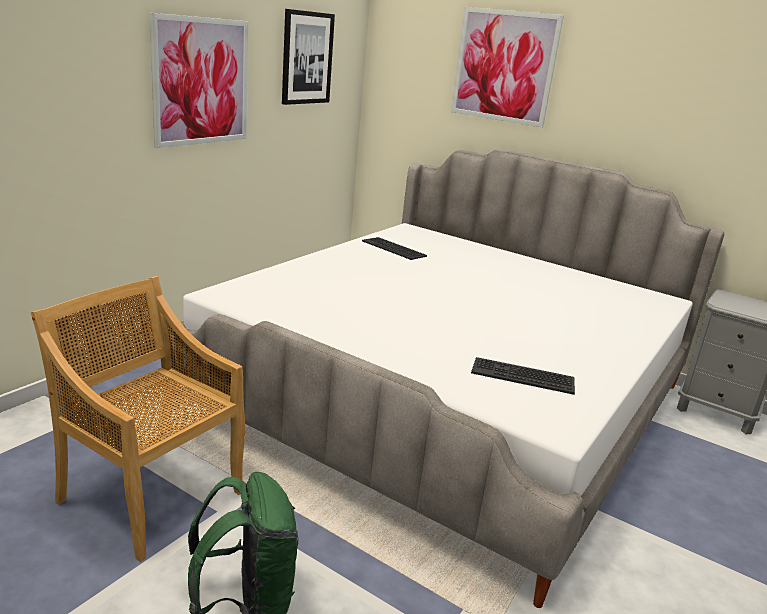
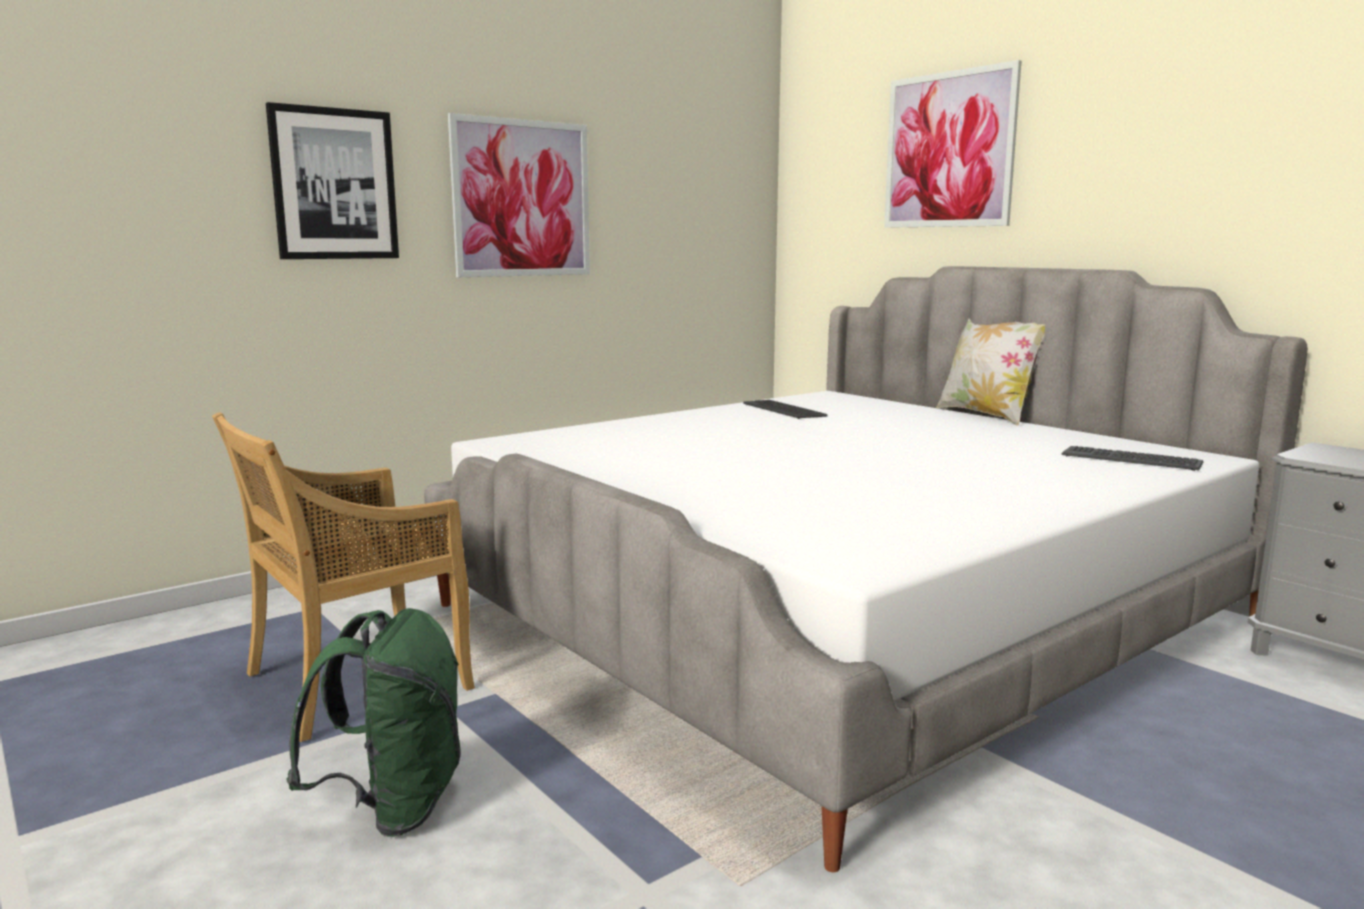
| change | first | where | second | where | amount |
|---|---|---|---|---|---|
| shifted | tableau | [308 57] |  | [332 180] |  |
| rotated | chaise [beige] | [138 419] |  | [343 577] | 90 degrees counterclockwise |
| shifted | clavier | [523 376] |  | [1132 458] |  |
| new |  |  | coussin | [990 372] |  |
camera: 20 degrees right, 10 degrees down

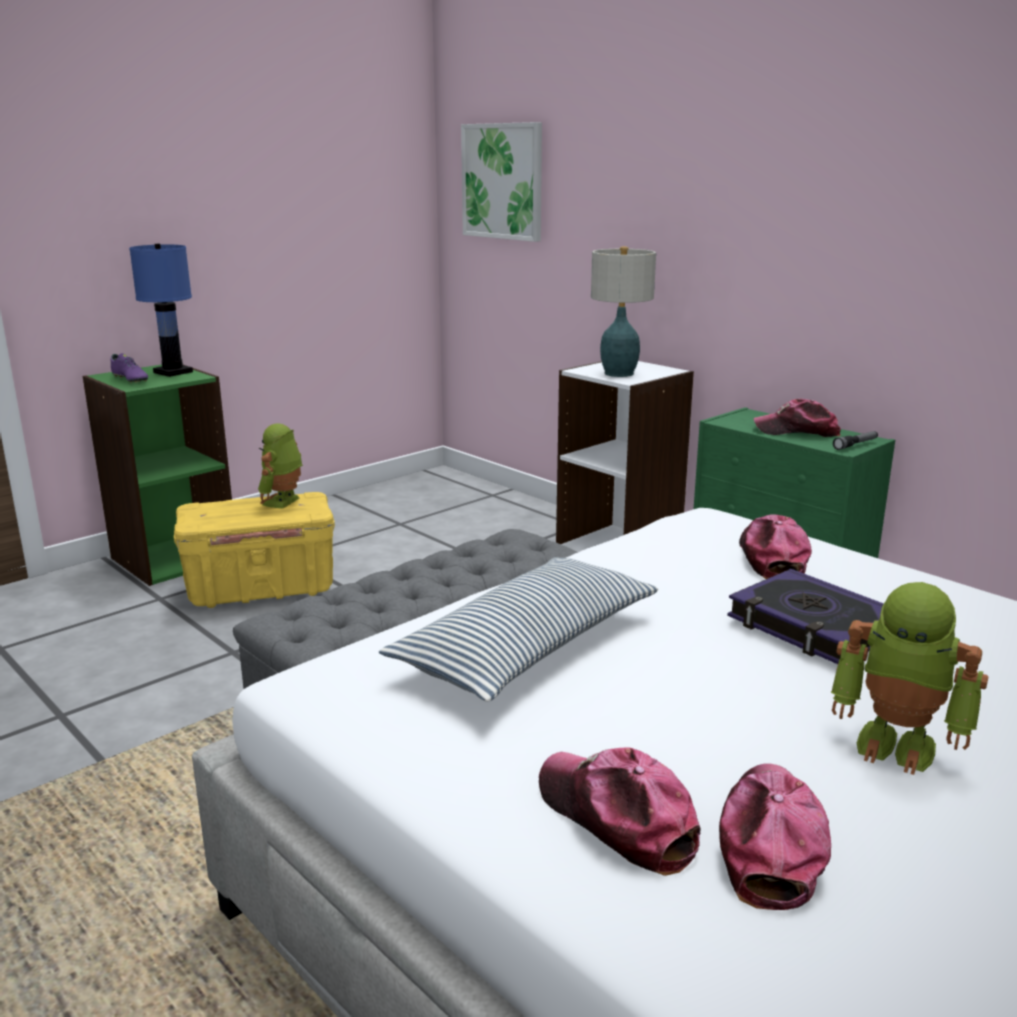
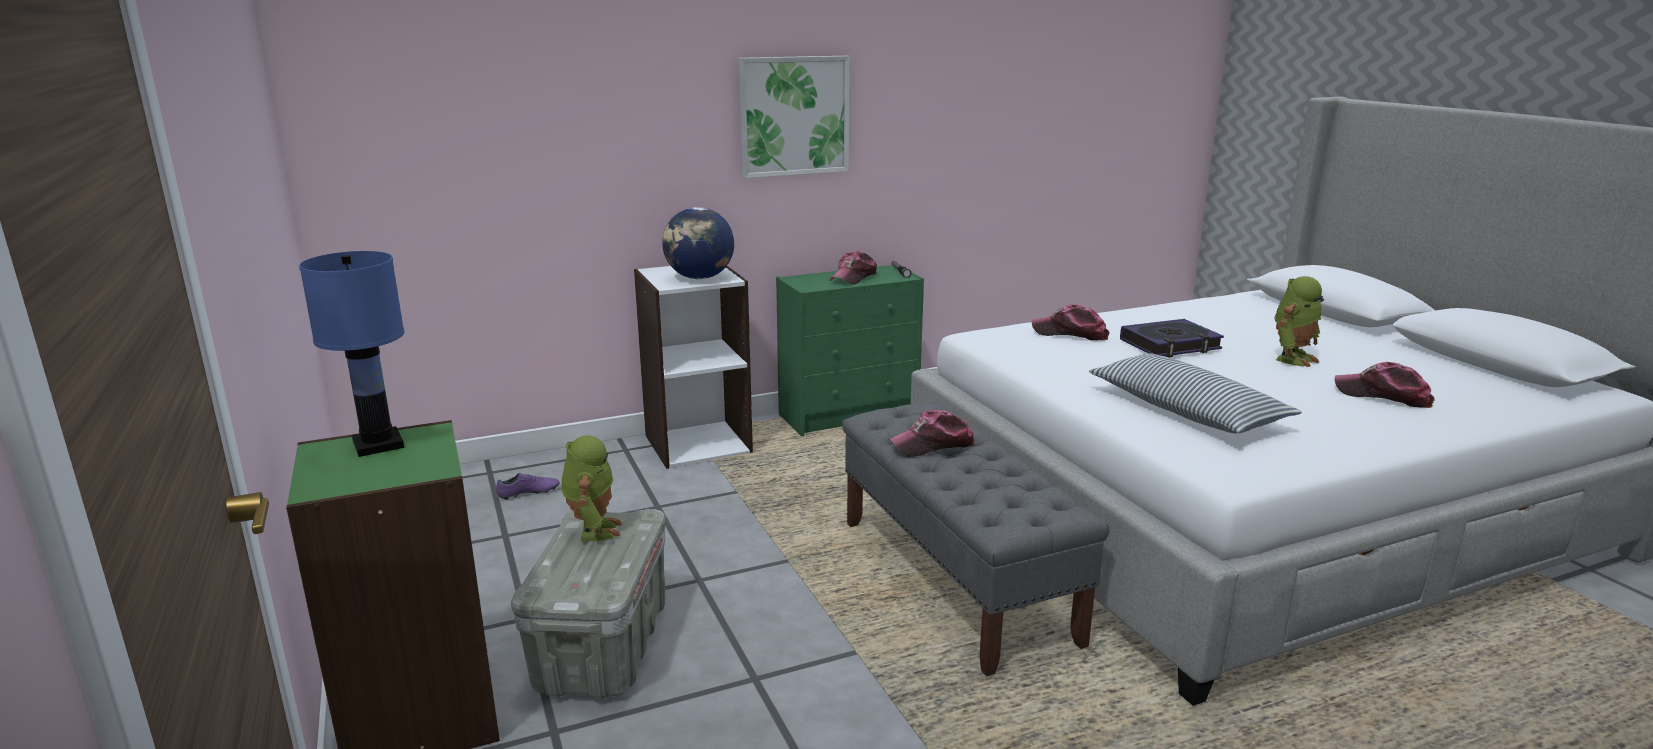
| change | first | where | second | where | amount |
|---|---|---|---|---|---|
| shifted | tableau | [501 182] |  | [794 117] |  |
| swapped | lampe de table | [623 312] | globe | [698 243] |  |
| shifted | chaussure [violet] | [129 368] |  | [528 486] |  |
| rotated | robot jouet | [280 466] |  | [591 488] | 135 degrees counterclockwise |
| repainted | boîte de rangement [jaune] | [254 550] | boîte de rangement [gris] | [588 604] |  |
| shifted | casquette | [620 812] |  | [932 433] |  |
camera: 70 degrees left, 0 degrees up

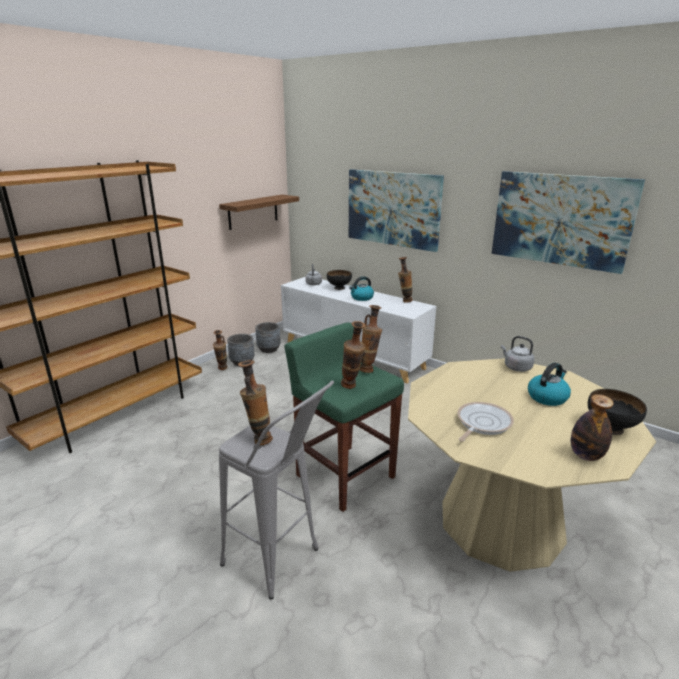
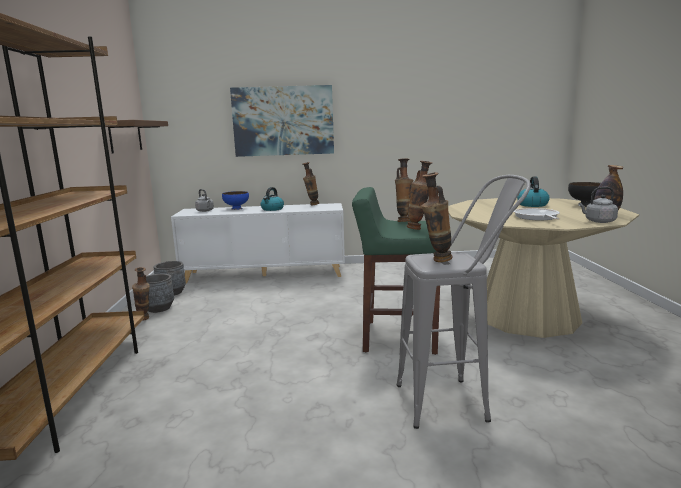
| change | first | where | second | where | amount |
|---|---|---|---|---|---|
| gone | tableau | [568 222] |  |  |  |
| repainted | bol [noir] | [339 280] | bol [bleu] | [235 200] |  |
| shifted | bouilloire [gris] | [517 354] |  | [598 205] |  |
camera: 40 degrees left, 10 degrees down

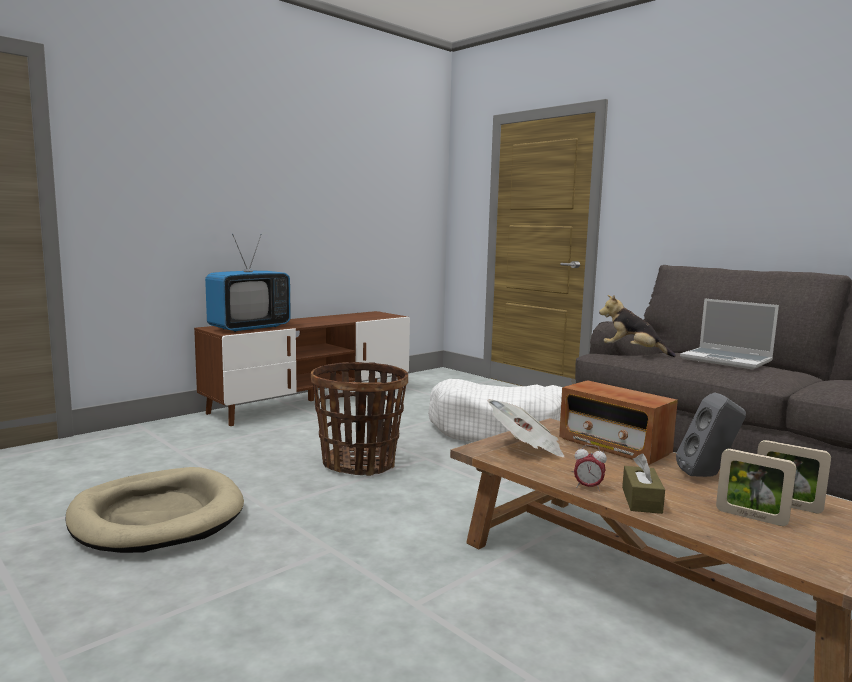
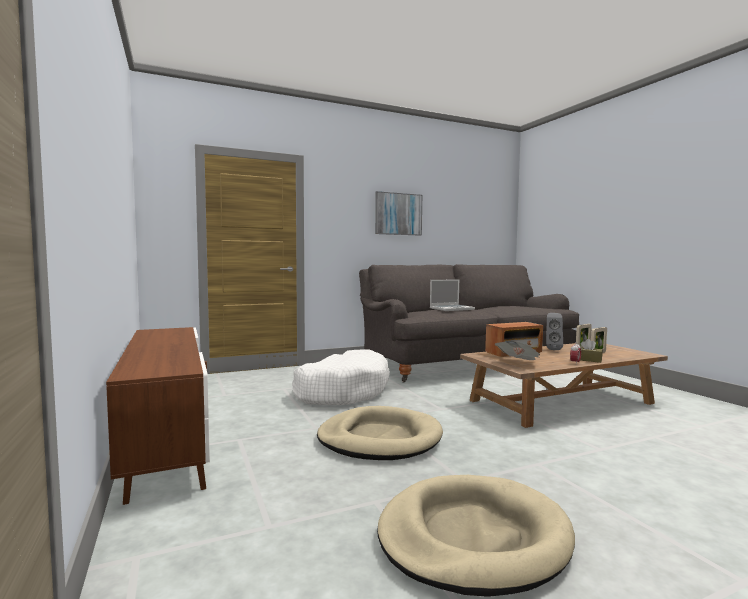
| change | first | where | second | where | amount |
|---|---|---|---|---|---|
| gone | téléviseur | [248 283] |  |  |  |
| gone | peluche | [637 326] |  |  |  |
| swapped | panier | [359 419] | panier pour chien [beige] | [380 433] |  |
| new |  |  | tableau | [398 213] |  |
camera: 70 degrees left, 5 degrees down

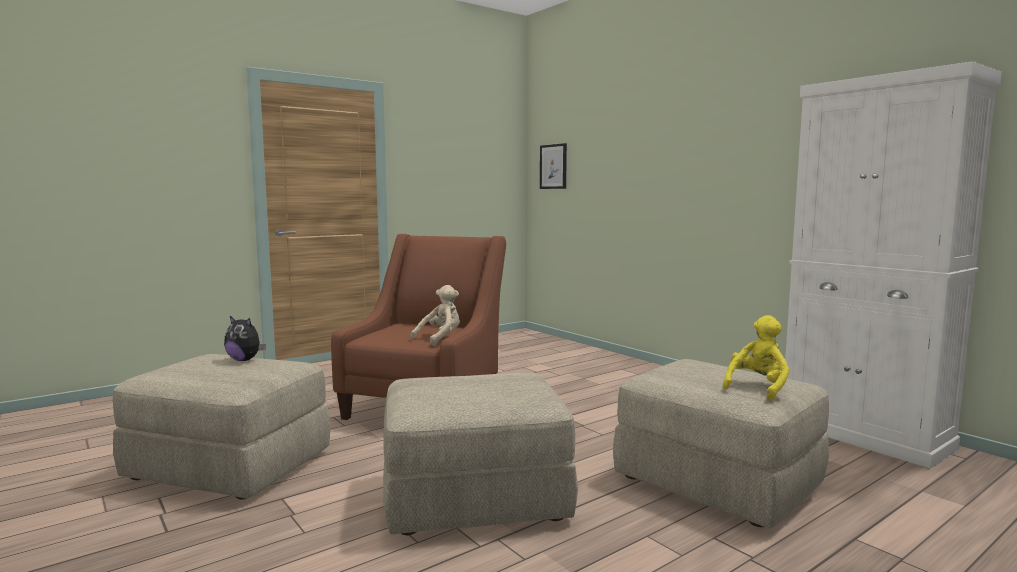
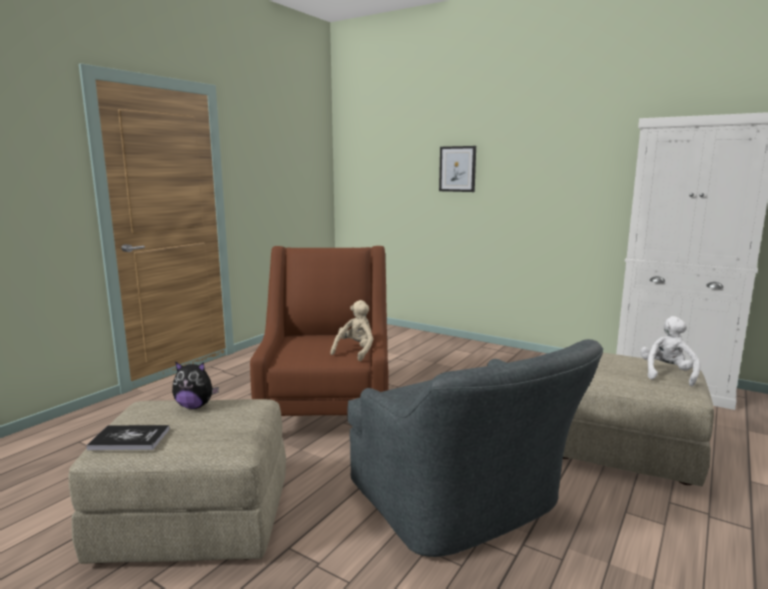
| change | first | where | second | where | amount |
|---|---|---|---|---|---|
| shifted | tableau | [553 166] |  | [457 169] |  |
| repainted | peluche [jaune] | [756 358] | peluche [blanc] | [670 351] |  |
| swapped | pouf [beige] | [480 453] | fauteuil [gris] | [475 448] |  |
| new |  |  | livre | [128 437] |  |
camera: 20 degrees left, 5 degrees up

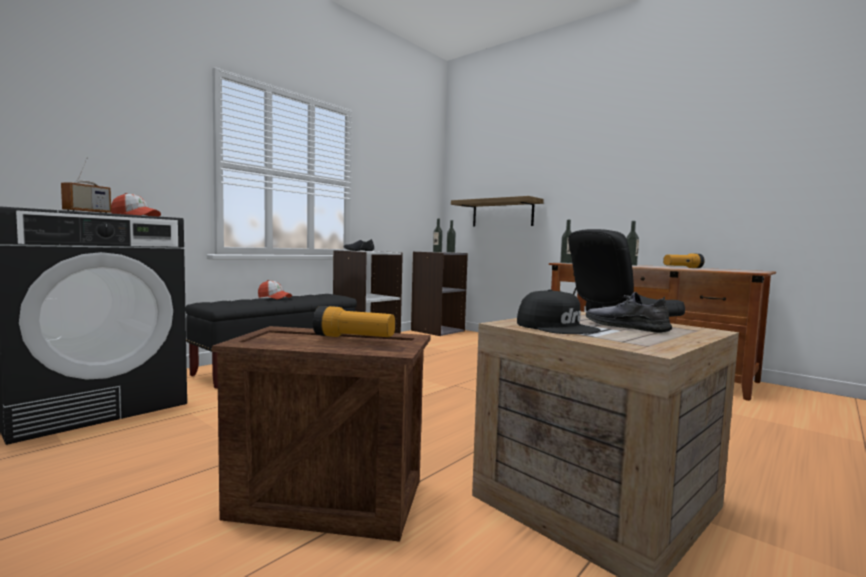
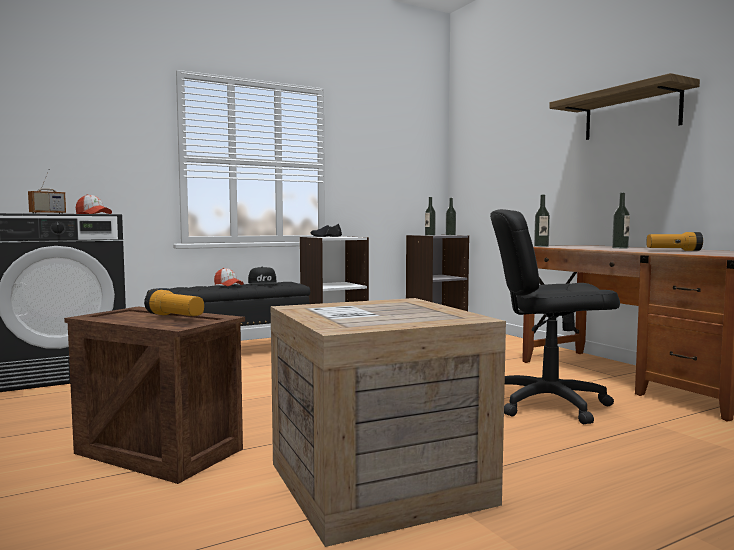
| change | first | where | second | where | amount |
|---|---|---|---|---|---|
| shifted | étagère | [497 211] |  | [624 106] |  |
| shifted | casquette [noir] | [558 311] |  | [263 276] |  |
| gone | chaussure [gris] | [629 312] |  |  |  |
camera: 20 degrees right, 0 degrees up

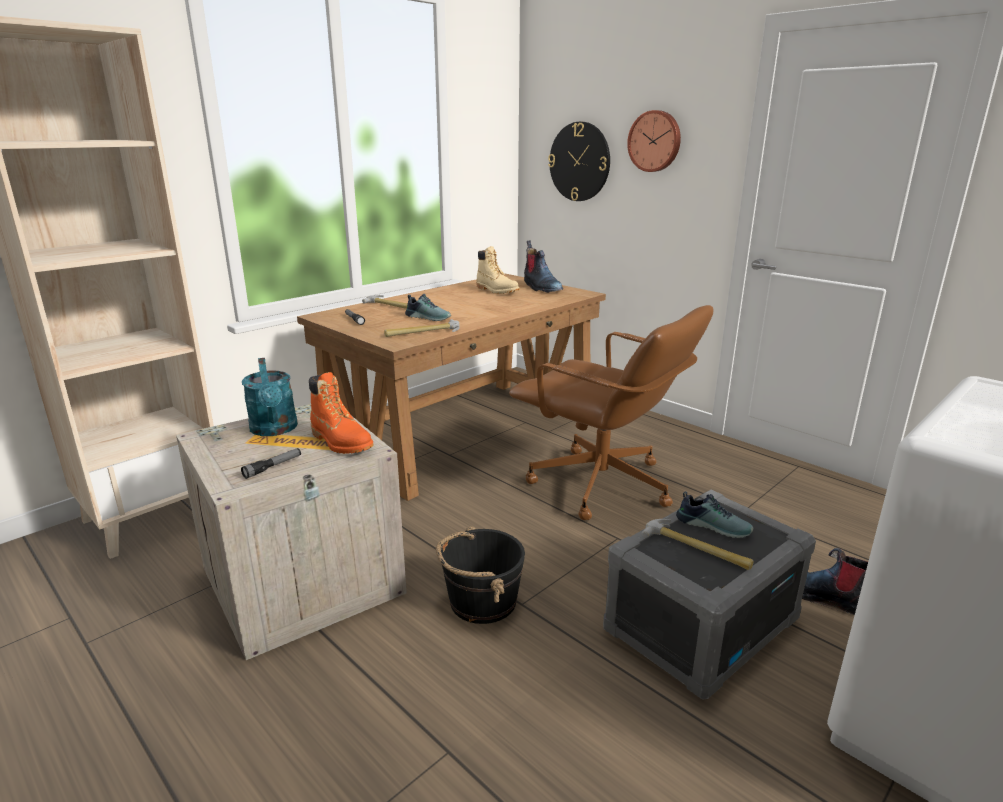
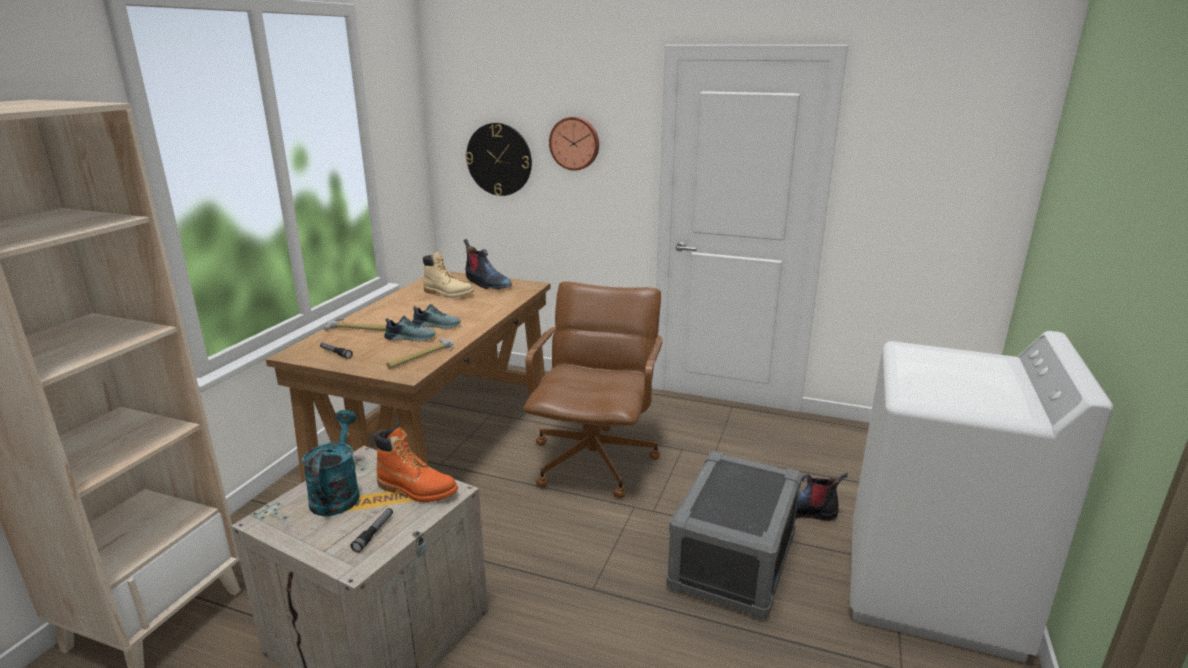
| change | first | where | second | where | amount |
|---|---|---|---|---|---|
| rotated | chaise de bureau [marron] | [611 412] |  | [593 390] | 90 degrees counterclockwise |
| rotated | arrosoir [turquoise] | [270 397] |  | [331 463] | 135 degrees counterclockwise |
| shifted | chaussure | [714 514] |  | [436 316] |  |
| gone | marteau | [698 544] |  |  |  |
| gone | seau [noir] | [480 575] |  |  |  |
camera: 25 degrees left, 0 degrees up

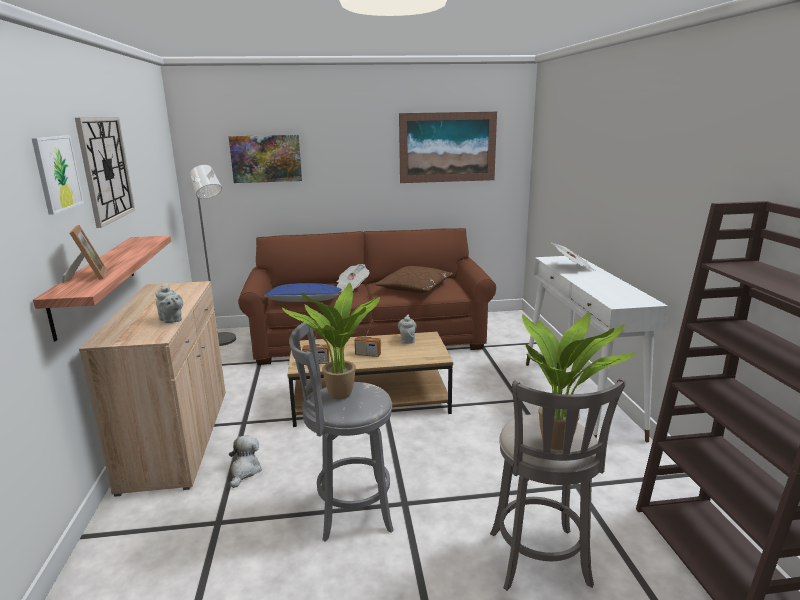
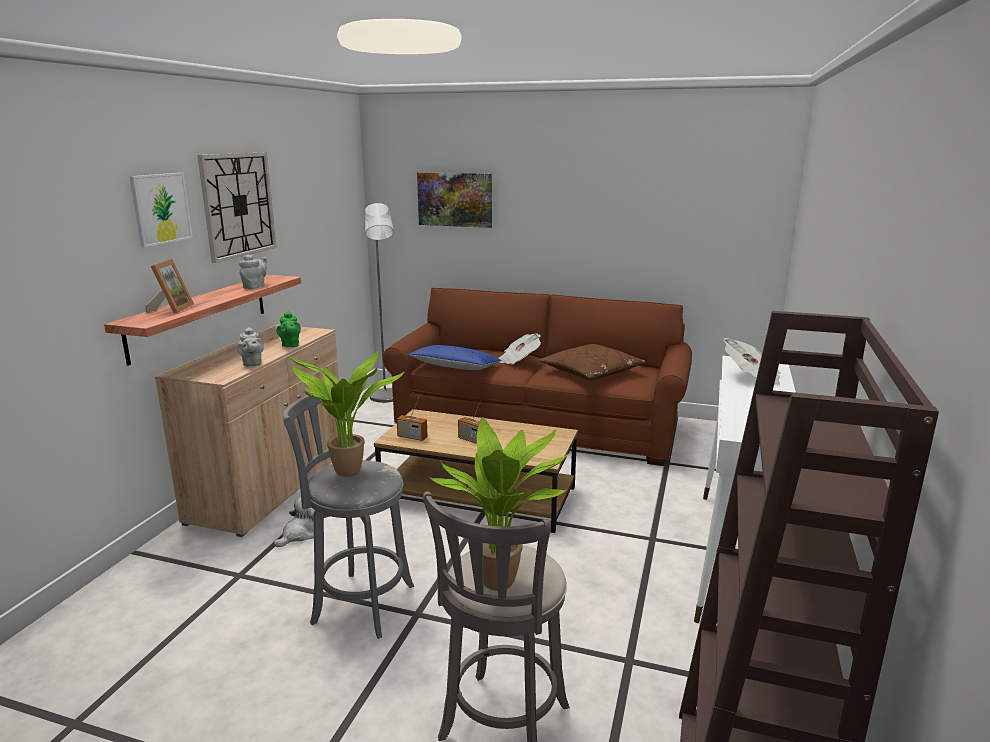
| change | first | where | second | where | amount |
|---|---|---|---|---|---|
| gone | tableau | [448 147] |  |  |  |
| shifted | théière [gris] | [407 329] |  | [253 272] |  |
| new |  |  | théière [vert] | [288 329] |  |
camera: 25 degrees right, 0 degrees up

